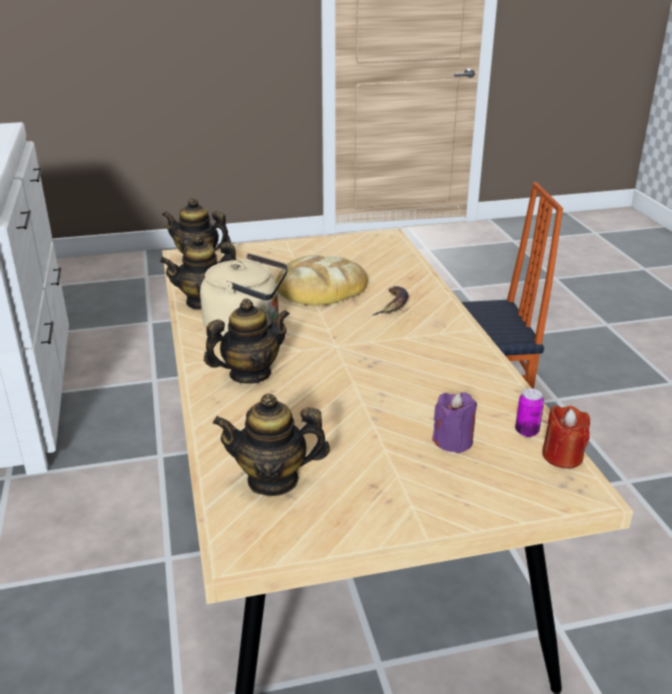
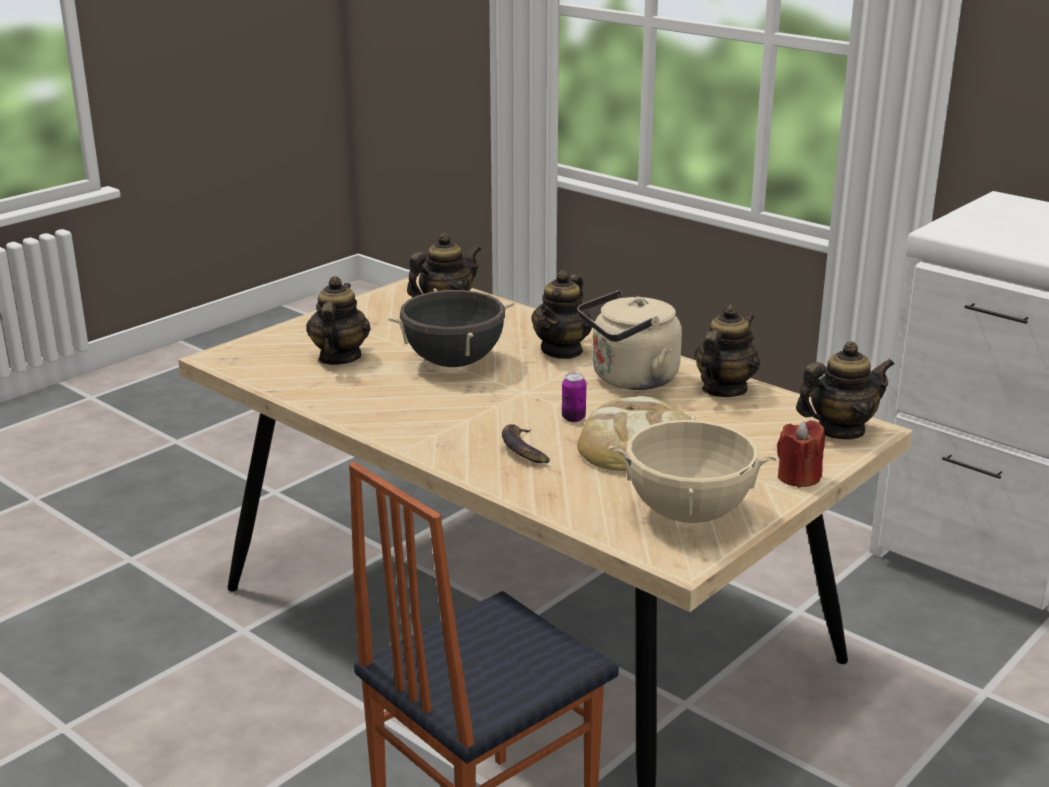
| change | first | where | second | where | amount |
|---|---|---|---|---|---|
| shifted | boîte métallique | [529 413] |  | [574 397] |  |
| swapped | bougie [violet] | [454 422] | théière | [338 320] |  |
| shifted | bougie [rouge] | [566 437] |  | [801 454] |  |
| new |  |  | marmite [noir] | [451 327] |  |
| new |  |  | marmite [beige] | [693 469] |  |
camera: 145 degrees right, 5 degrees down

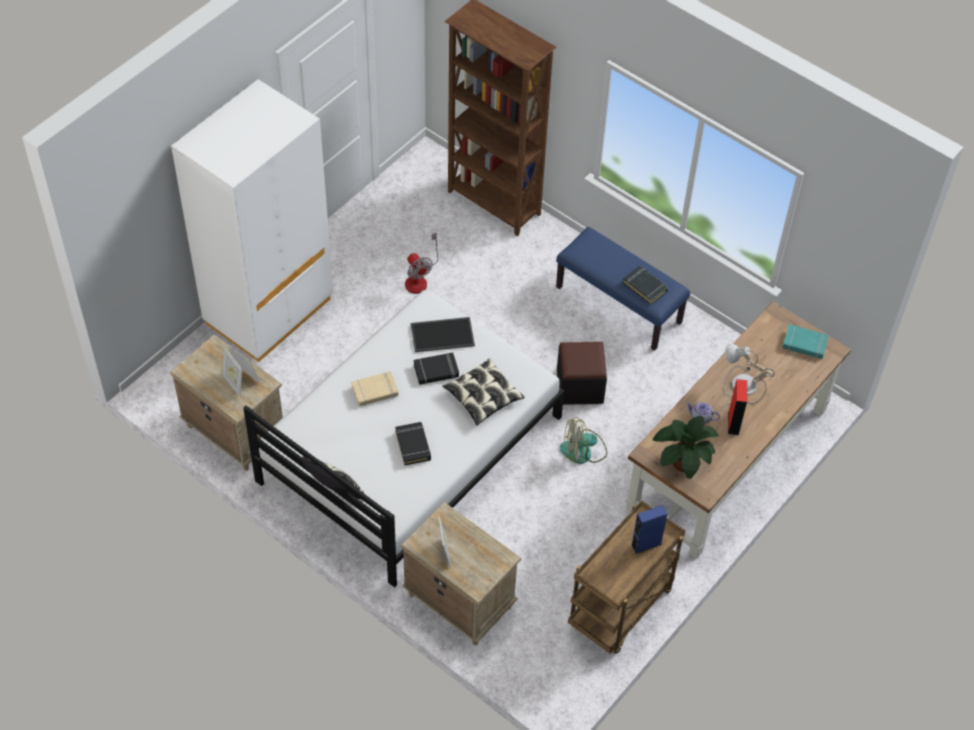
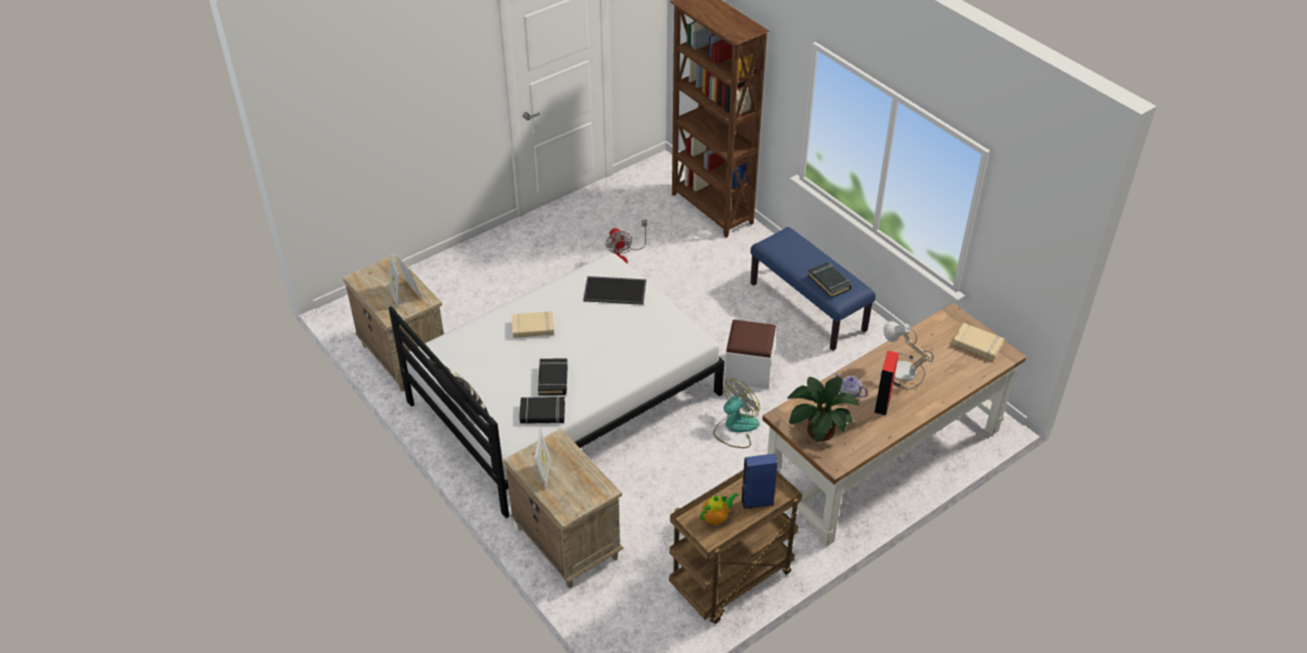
| change | first | where | second | where | amount |
|---|---|---|---|---|---|
| gone | armoire [blanc] | [252 220] |  |  |  |
| repainted | livre [turquoise] | [805 341] | livre [beige] | [978 341] |  |
| repainted | pouf [noir] | [582 373] | pouf [blanc] | [750 354] |  |
| shifted | livre [noir] | [436 368] |  | [542 410] |  |
| gone | coussin | [483 392] |  |  |  |
| rotated | ventilateur | [583 440] |  | [736 413] | 135 degrees clockwise |
| new |  |  | théière | [719 509] |  |
camera: 15 degrees right, 10 degrees down

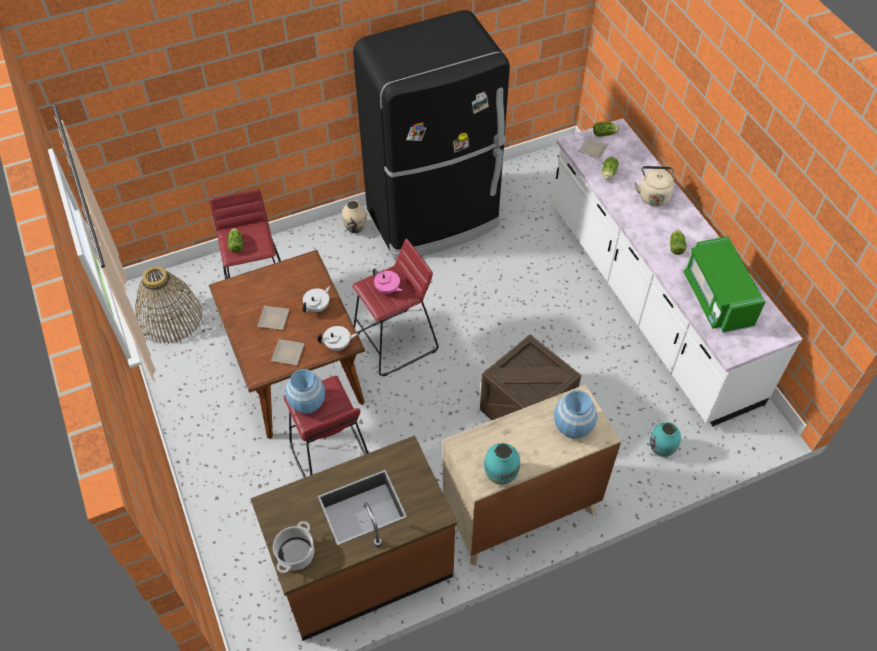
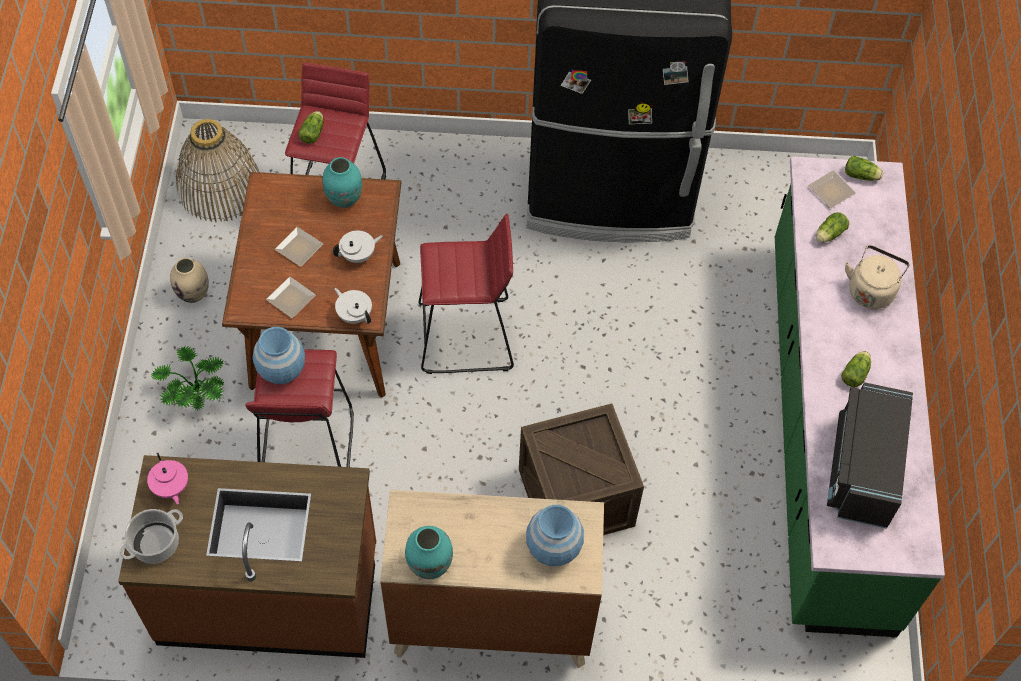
| change | first | where | second | where | amount |
|---|---|---|---|---|---|
| repainted | comptoir de cuisine [blanc] | [678 272] | comptoir de cuisine [vert] | [860 397] |  |
| shifted | vase [beige] | [354 216] |  | [189 280] |  |
| repainted | micro-ondes [vert] | [724 284] | micro-ondes [noir] | [870 455] |  |
| shifted | théière [rose] | [387 281] |  | [167 478] |  |
| rotated | théière [blanc] | [337 338] |  | [353 306] | 150 degrees counterclockwise |
| shifted | vase [turquoise] | [665 439] |  | [342 182] |  |
| new |  |  | plante en pot | [187 377] |  |
camera: 25 degrees right, 5 degrees up

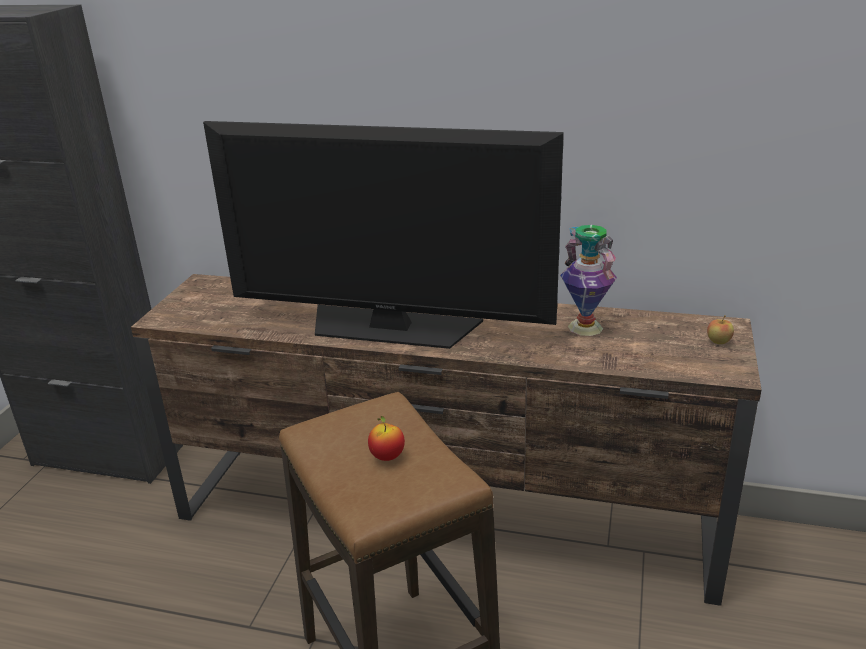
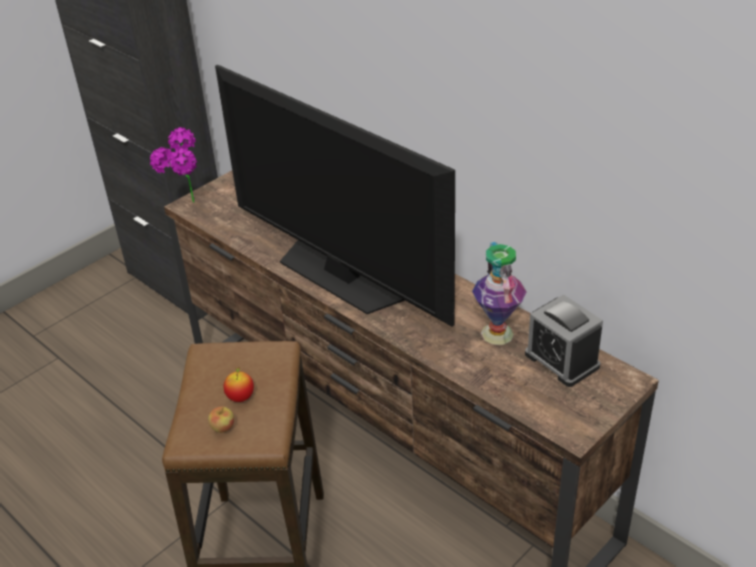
| change | first | where | second | where | amount |
|---|---|---|---|---|---|
| shifted | pomme | [720 329] |  | [221 420] |  |
| new |  |  | plante en pot | [173 165] |  |
| new |  |  | réveil | [564 340] |  |
camera: 30 degrees right, 10 degrees up

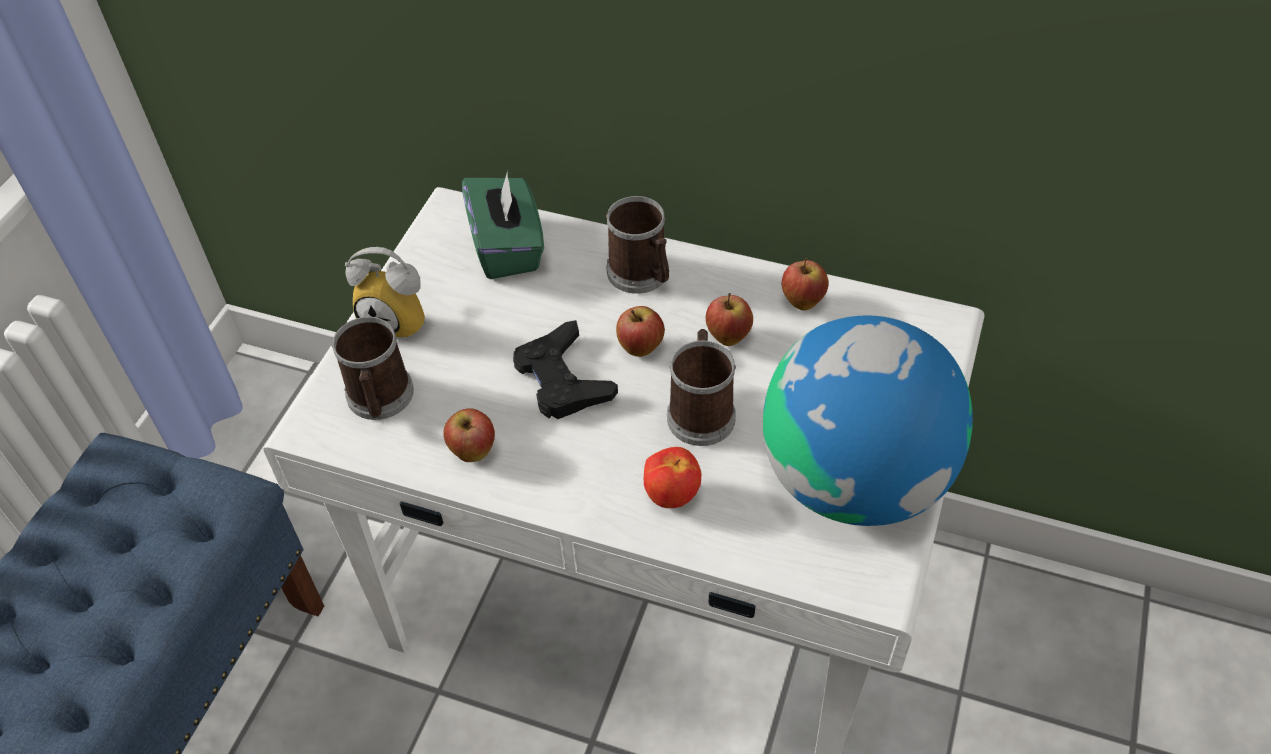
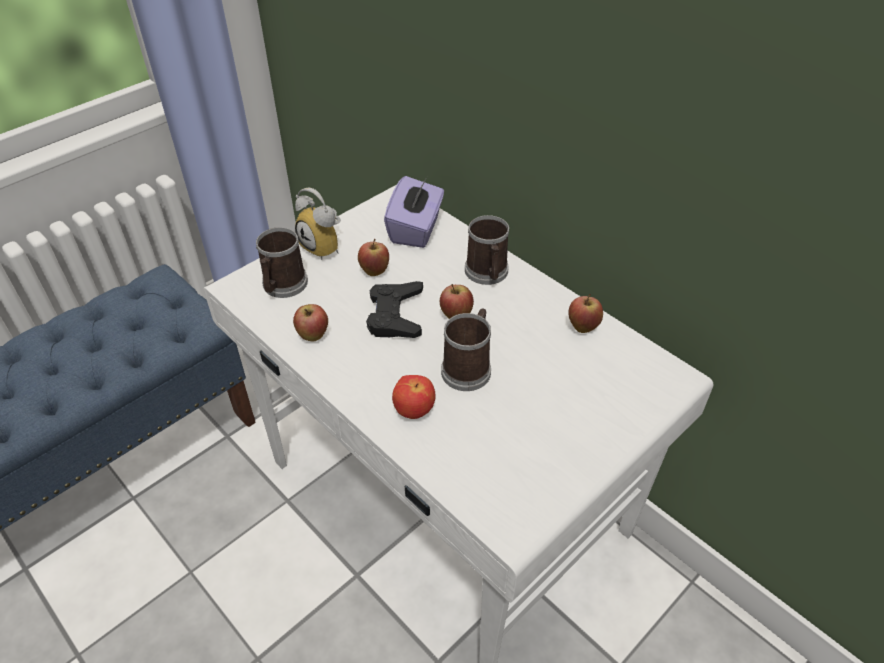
| change | first | where | second | where | amount |
|---|---|---|---|---|---|
| repainted | boîte à mouchoirs [vert] | [503 225] | boîte à mouchoirs [violet] | [414 212] |  |
| shifted | pomme | [729 319] |  | [373 257] |  |
| gone | globe | [868 420] |  |  |  |
camera: 25 degrees right, 5 degrees down

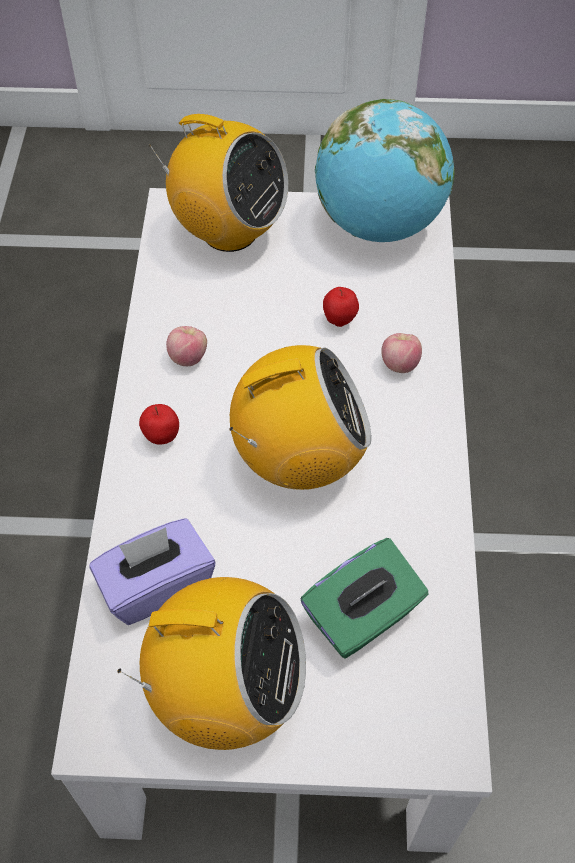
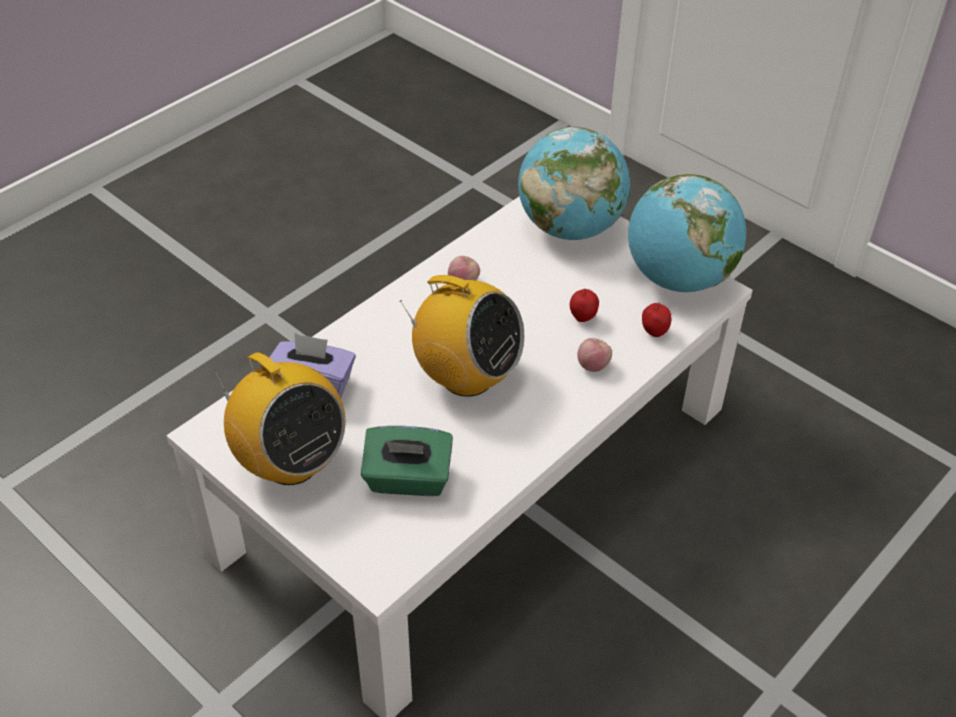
| change | first | where | second | where | amount |
|---|---|---|---|---|---|
| swapped | radio | [218 183] | globe | [574 183] |  |
| shifted | pomme | [159 424] |  | [656 320] |  |
camera: 40 degrees right, 10 degrees down

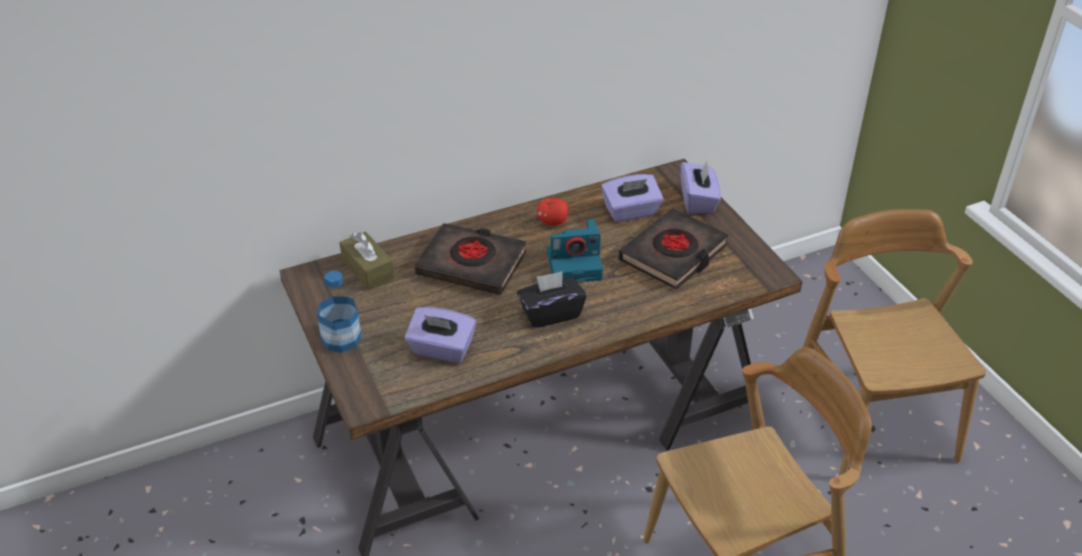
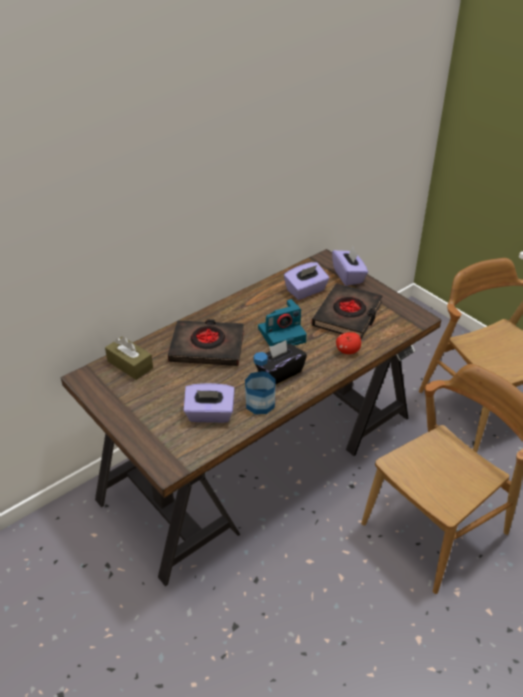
| change | first | where | second | where | amount |
|---|---|---|---|---|---|
| shifted | pomme | [552 212] |  | [348 343] |  |
| shifted | bouteille | [339 312] |  | [260 383] |  |
camera: 15 degrees left, 0 degrees up

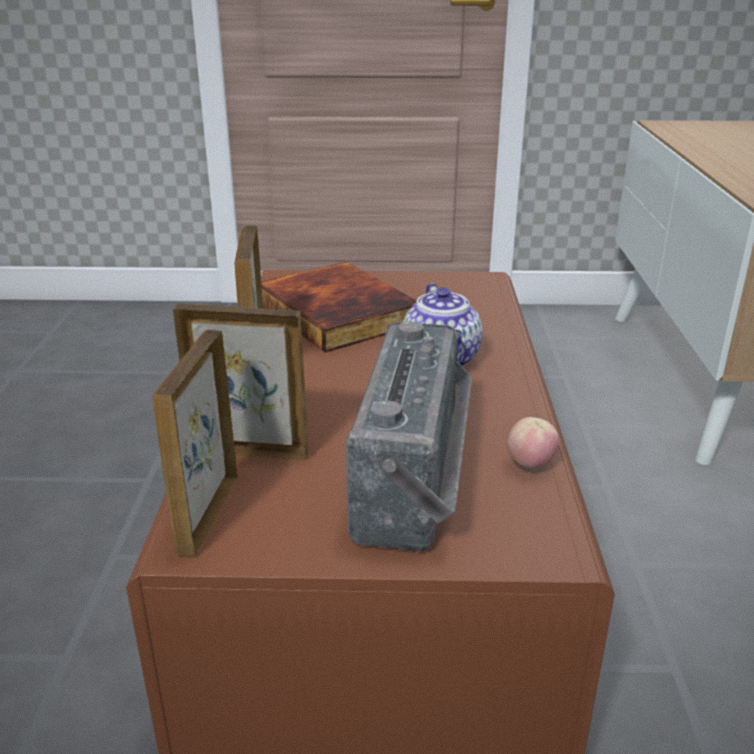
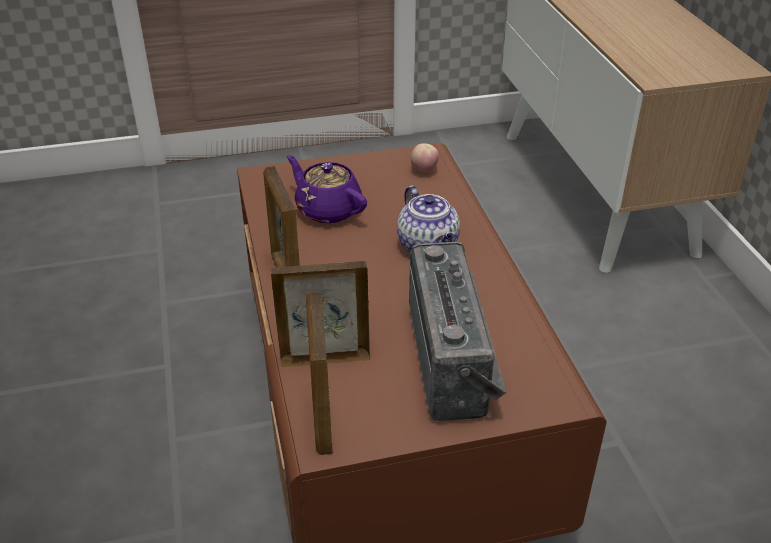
| change | first | where | second | where | amount |
|---|---|---|---|---|---|
| swapped | livre | [339 307] | théière [violet] | [326 189] |  |
| shifted | pomme | [533 443] |  | [425 157] |  |
camera: 15 degrees left, 10 degrees up

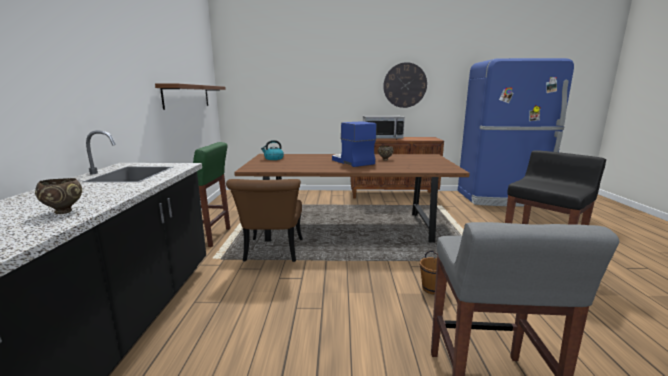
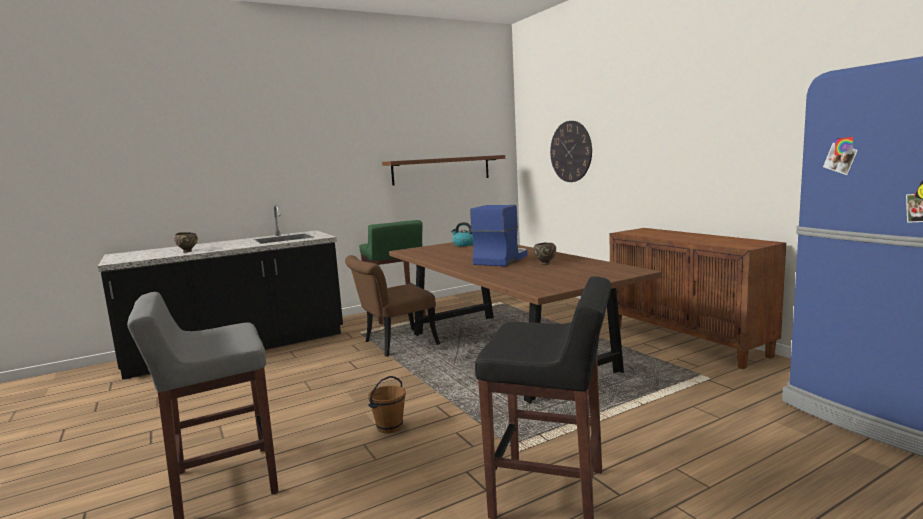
| change | first | where | second | where | amount |
|---|---|---|---|---|---|
| shifted | horloge murale | [405 85] |  | [571 151] |  |
| gone | micro-ondes | [384 127] |  |  |  |
camera: 60 degrees right, 5 degrees down

